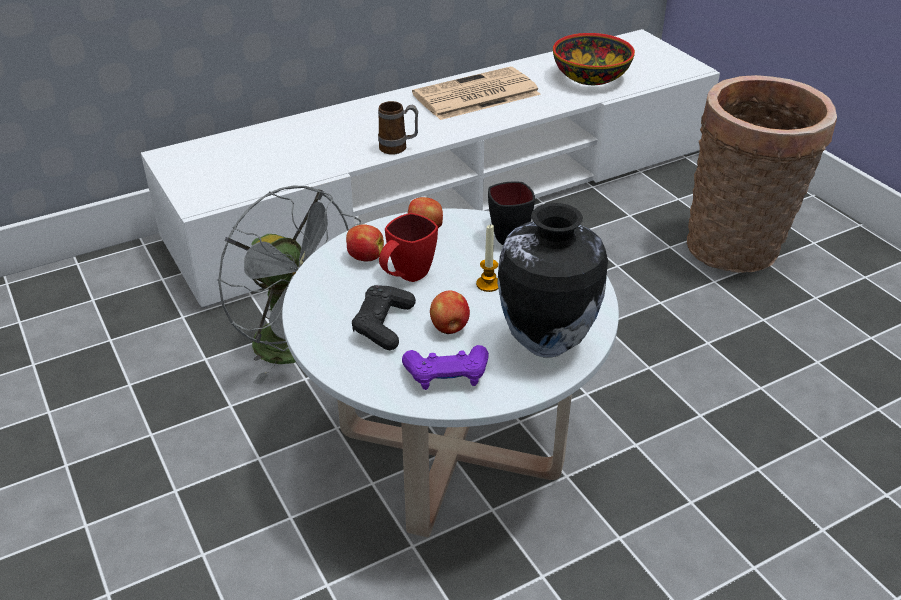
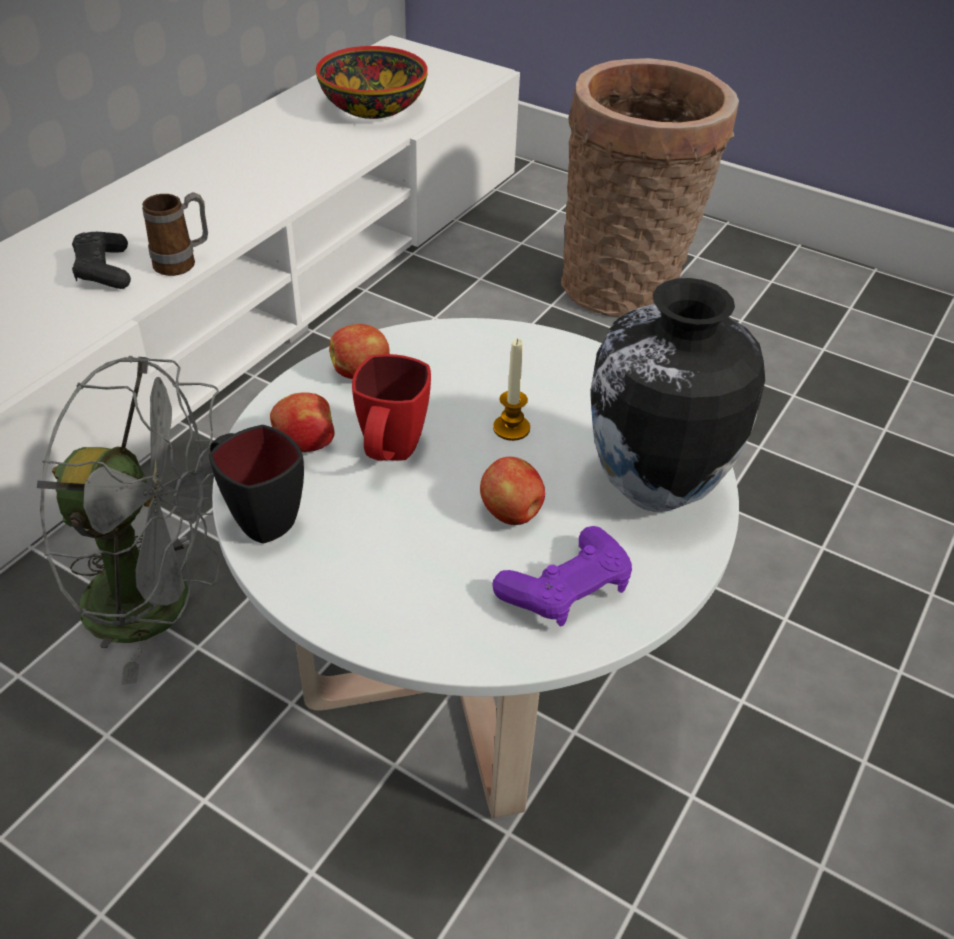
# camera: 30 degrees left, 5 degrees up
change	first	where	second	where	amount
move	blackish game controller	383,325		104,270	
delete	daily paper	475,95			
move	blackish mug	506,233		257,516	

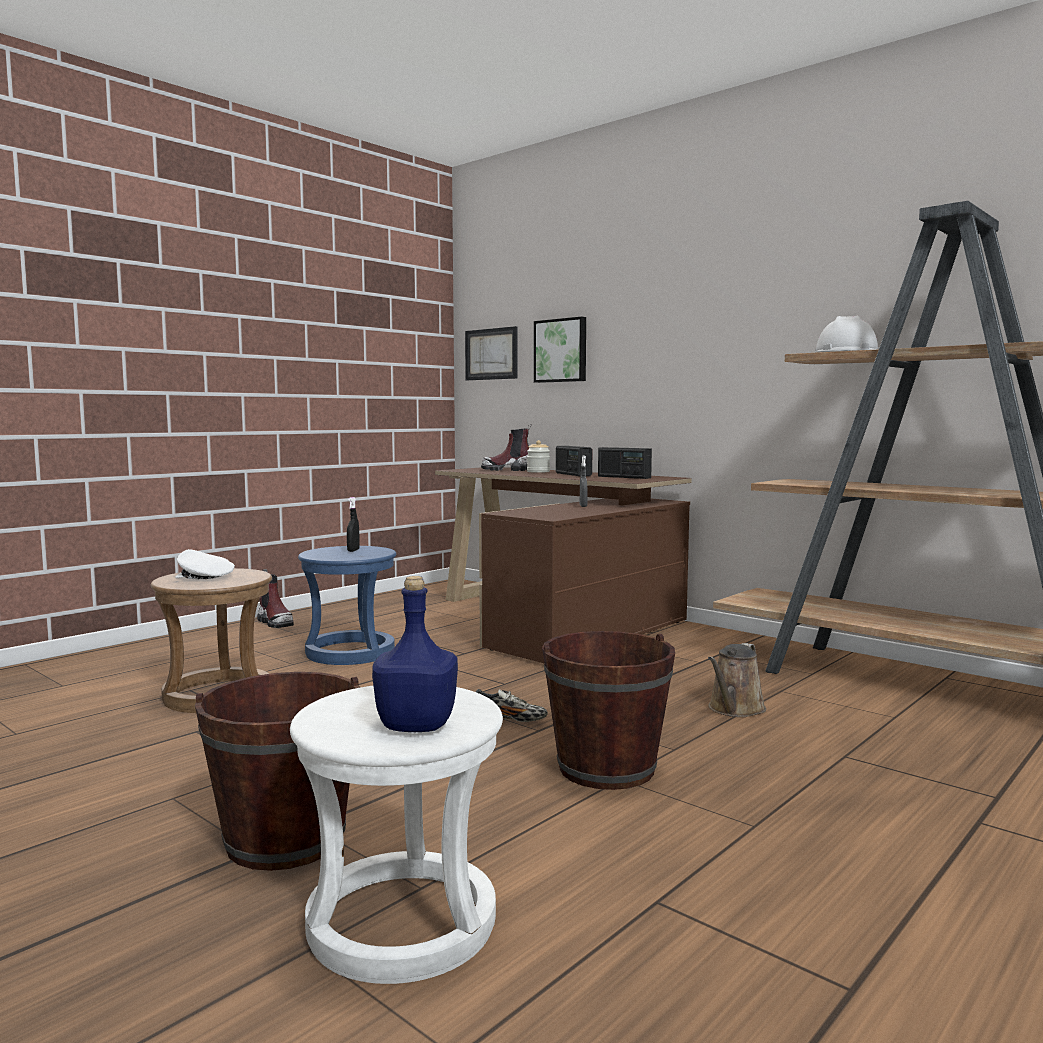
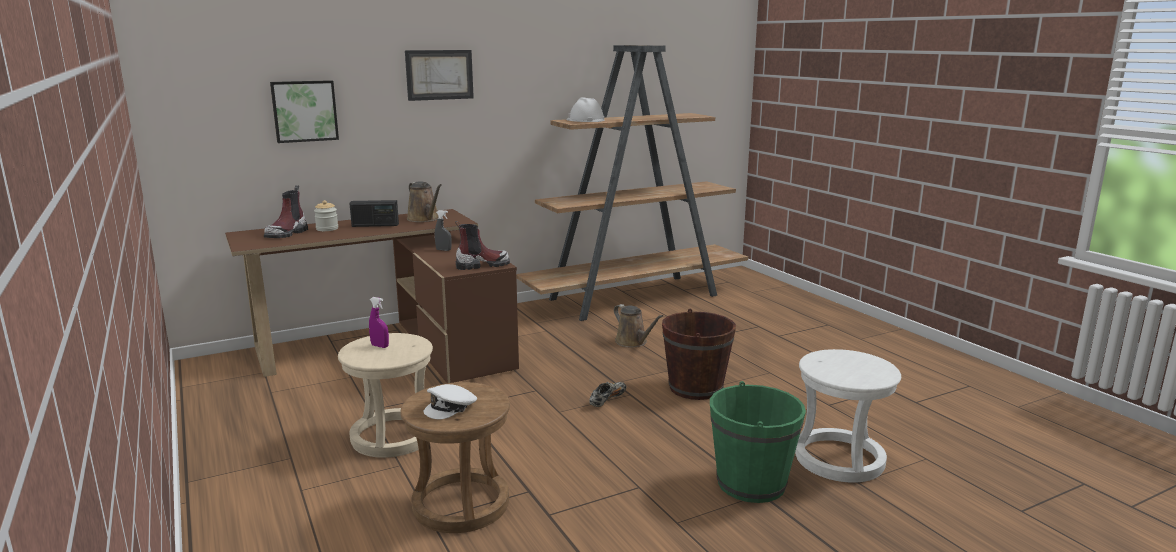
# camera: 70 degrees left, 10 degrees up
change	first	where	second	where	amount
recolor	brownish bucket	285,840	greenish bucket	751,483	
move	boot	276,623		482,265	
recolor	blue-coloured sitting stool	349,652	sand-coloured sitting stool	392,437	
recolor	blackish spray bottle	353,550	purple-coloured spray bottle	380,346	
delete	blue-coloured bottle	415,725			
move	wall picture	491,354		439,75	
replace	radio	624,477	brownish sprinkling can	424,219	

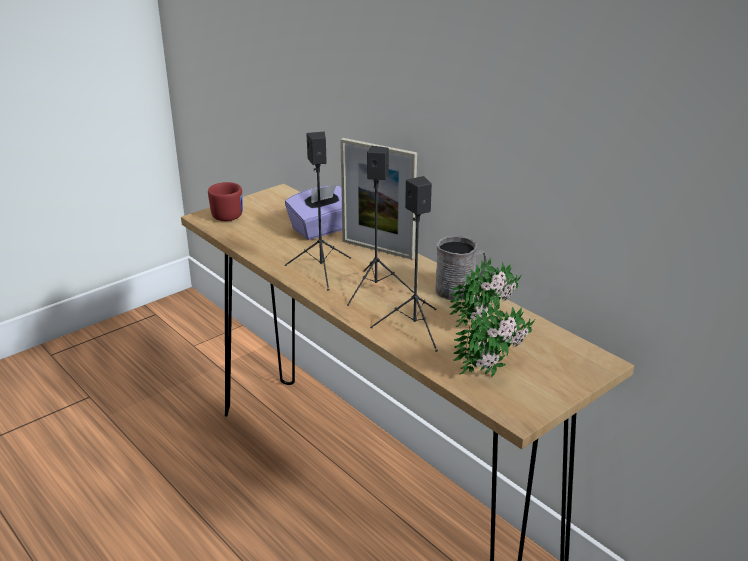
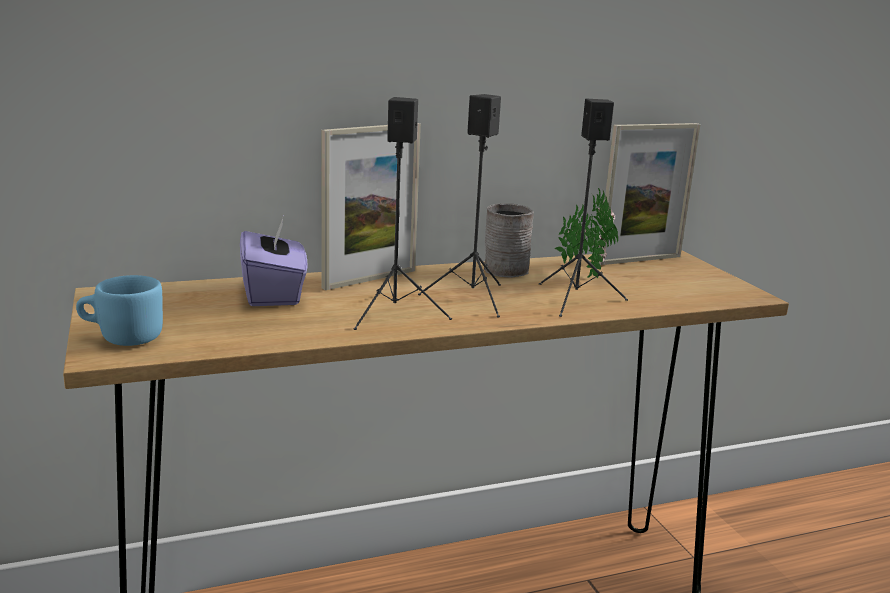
# camera: 70 degrees left, 10 degrees down
change	first	where	second	where	amount
recolor	red mug	226,214	blue-coloured mug	122,338	
delete	potted plant	496,370			
insert			photo frame	639,260	

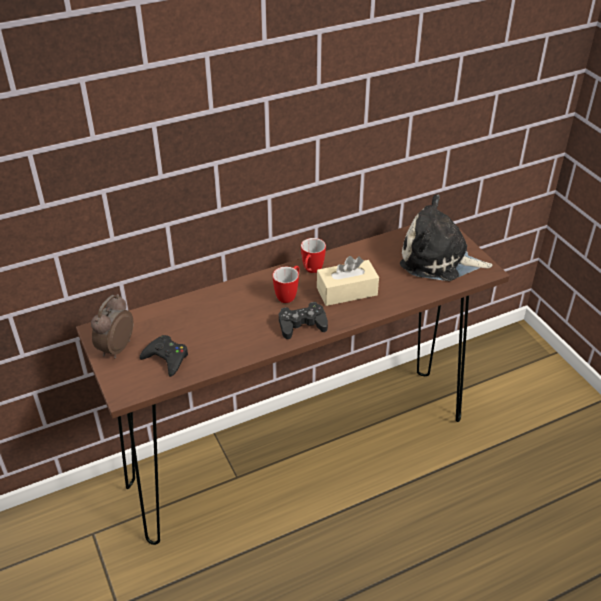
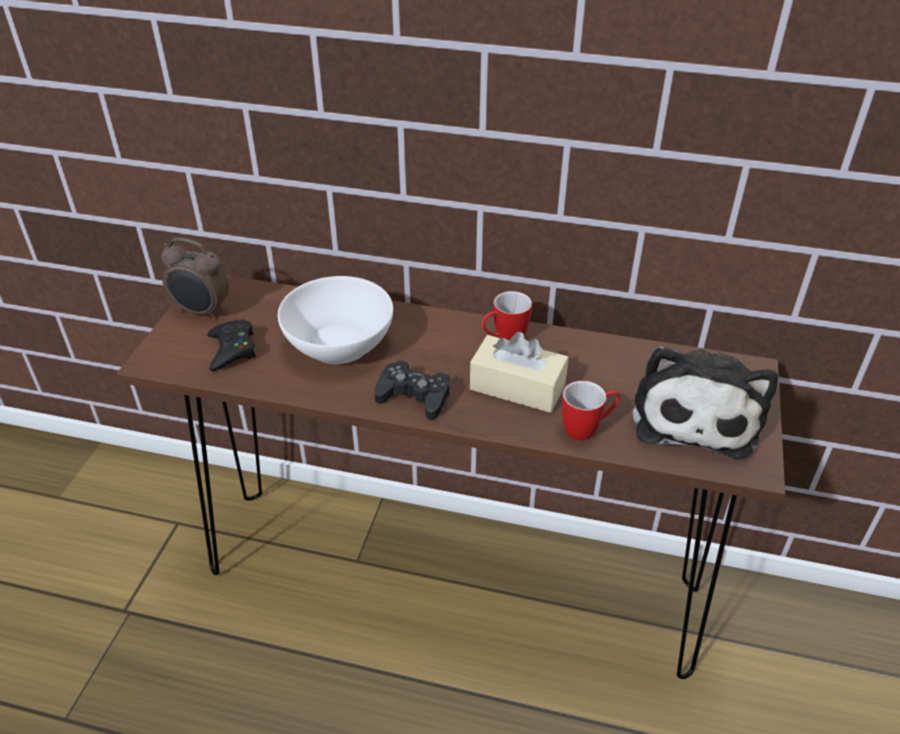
# camera: 40 degrees right, 0 degrees up
change	first	where	second	where	amount
rotate	bedside clock	115,348		202,312	135 degrees counterclockwise
move	mug	289,294		587,429	
rotate	plush toy	439,260		695,414	135 degrees counterclockwise
insert			whitish deep dish	339,344	

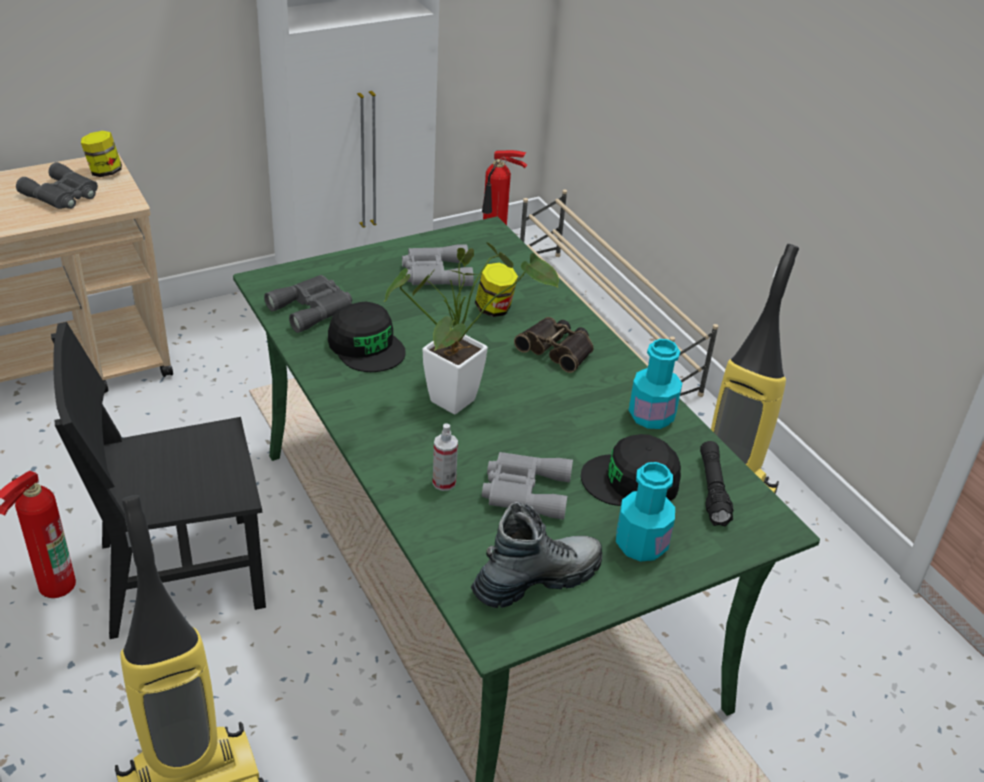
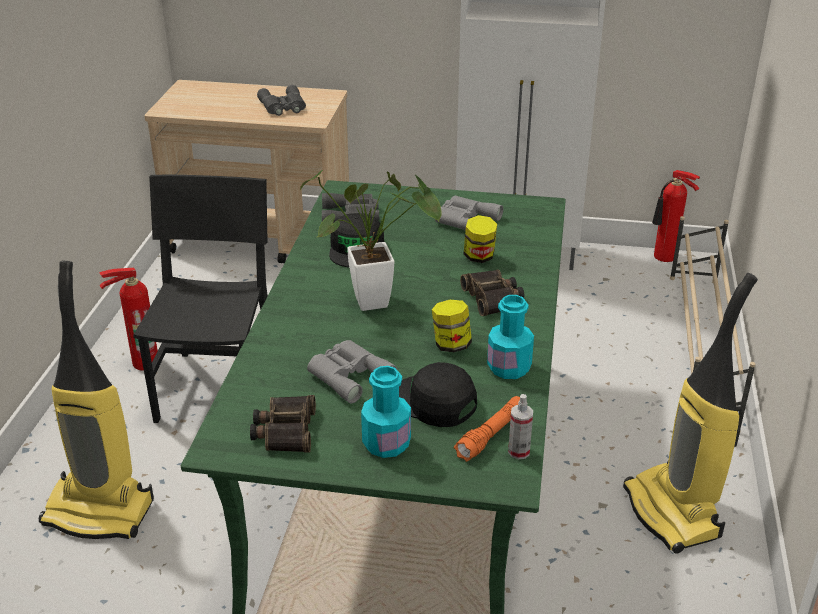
# camera: 40 degrees right, 5 degrees down
change	first	where	second	where	amount
rotate	blackish upright chair	181,574		217,388	75 degrees clockwise
move	storage jar	104,172		451,345	
move	spray bottle	444,482		519,451	
replace	boot	537,579	pair of binoculars	284,430	
recolor	blackish hand torch	713,490	orange hand torch	491,435	

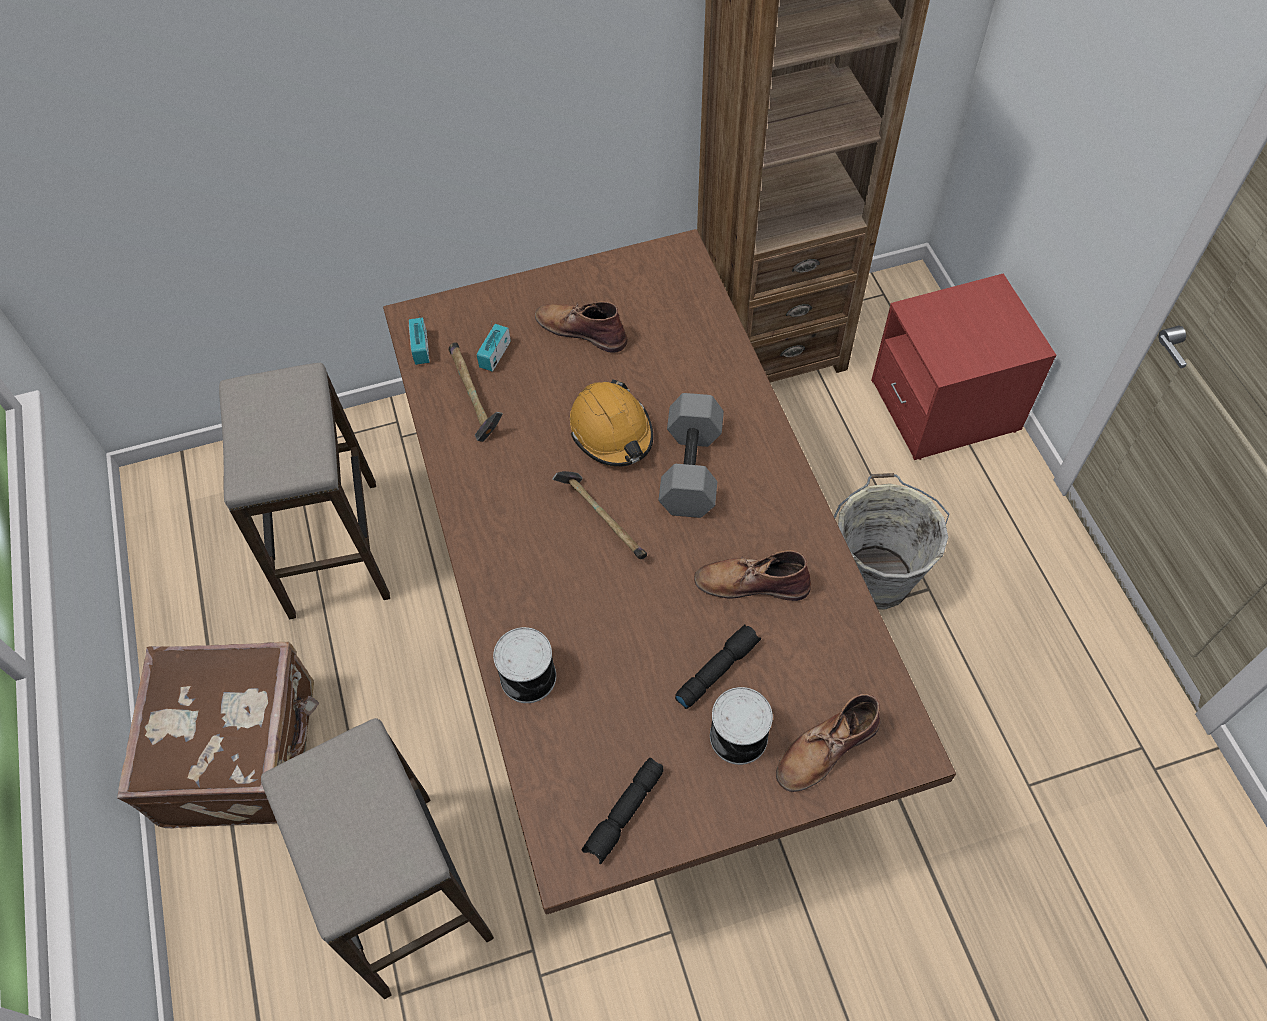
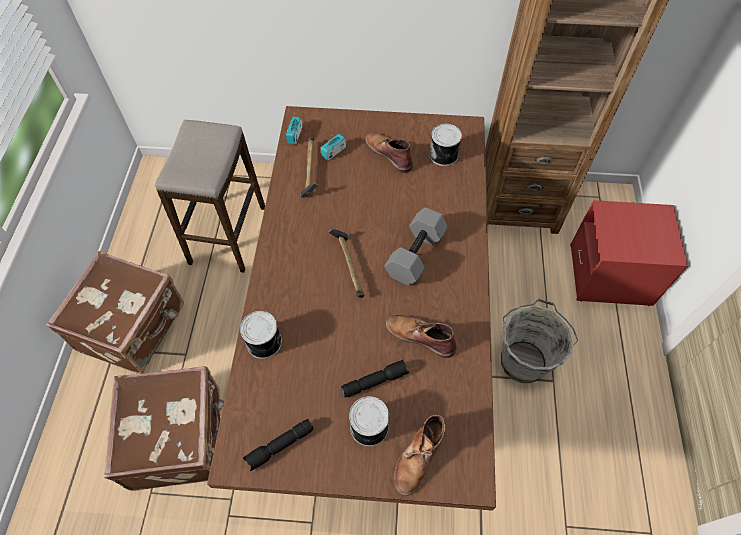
# camera: 20 degrees right, 0 degrees up
change	first	where	second	where	amount
replace	sitting stool	406,893	brownish piece of luggage	179,437	
delete	orange hard hat	612,432			
rotate	brownish boot	825,749		419,457	45 degrees counterclockwise
insert			sealed can	444,155	

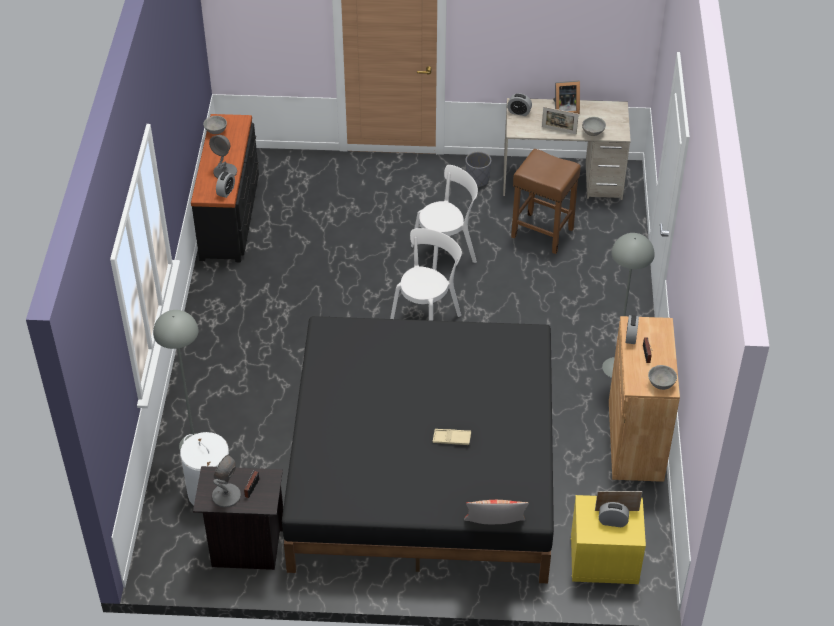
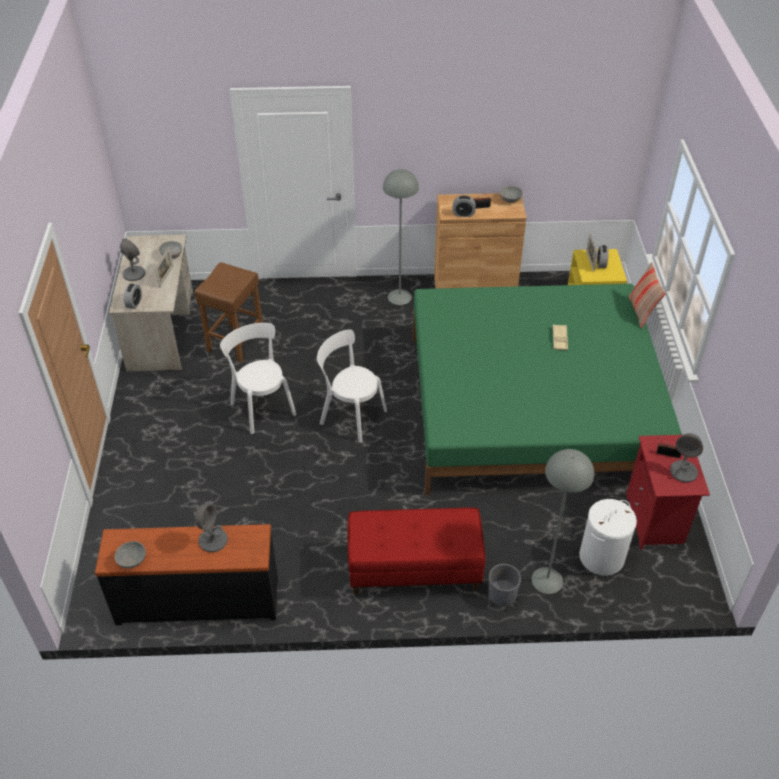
# camera: 95 degrees left, 0 degrees up
change	first	where	second	where	amount
recolor	blackish bedside table	245,548	red bedside table	656,520	
delete	bedside clock	226,191			
recolor	blackish bedroom bed	422,467	greenish bedroom bed	532,407	
move	greyish flower pot	477,180		502,595	
replace	photo frame	564,109	greyish table lamp	133,274	
insert			red long seat	414,570	

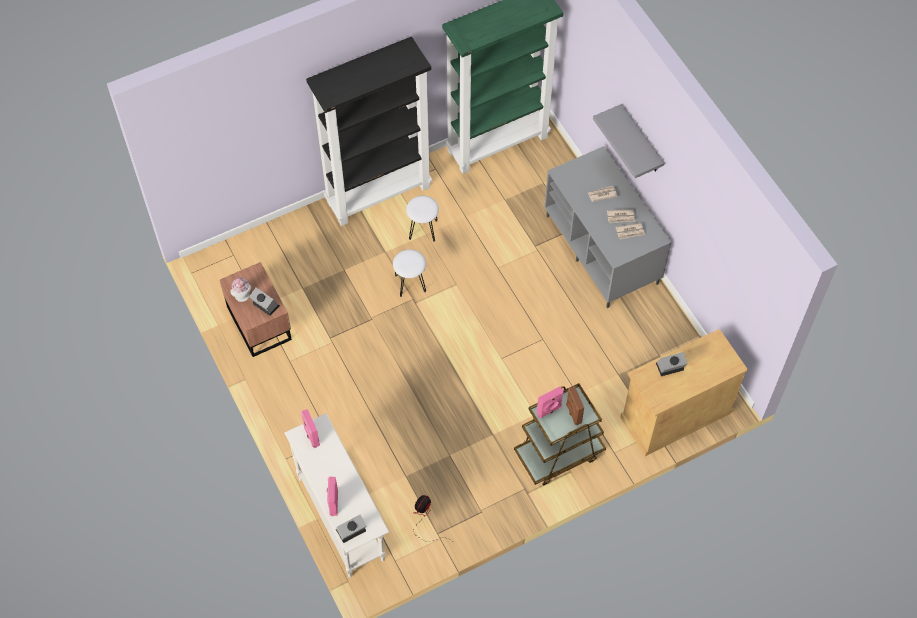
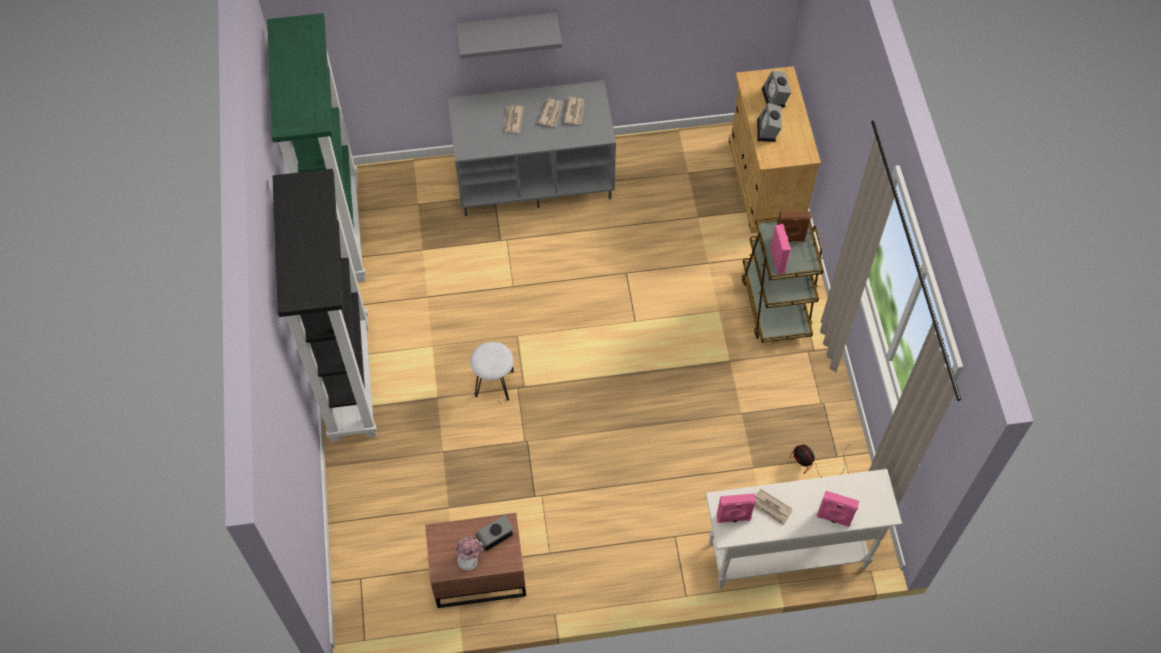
# camera: 70 degrees left, 0 degrees up
change	first	where	second	where	amount
move	bedside clock	350,532		775,98	
delete	whitish sitting stool	423,229			
insert			daily paper	771,508	

